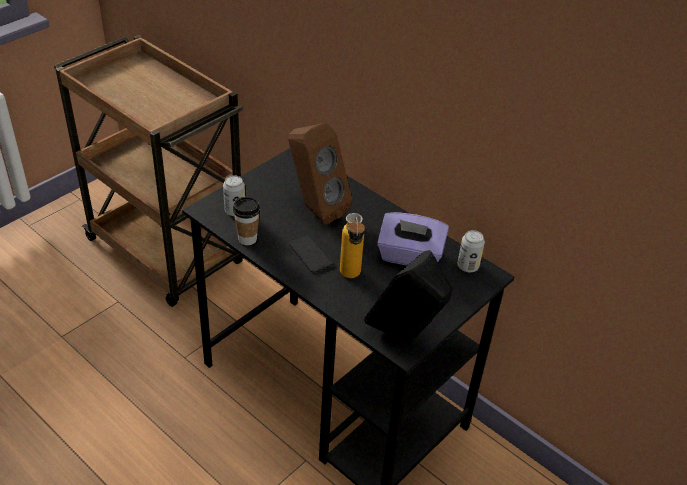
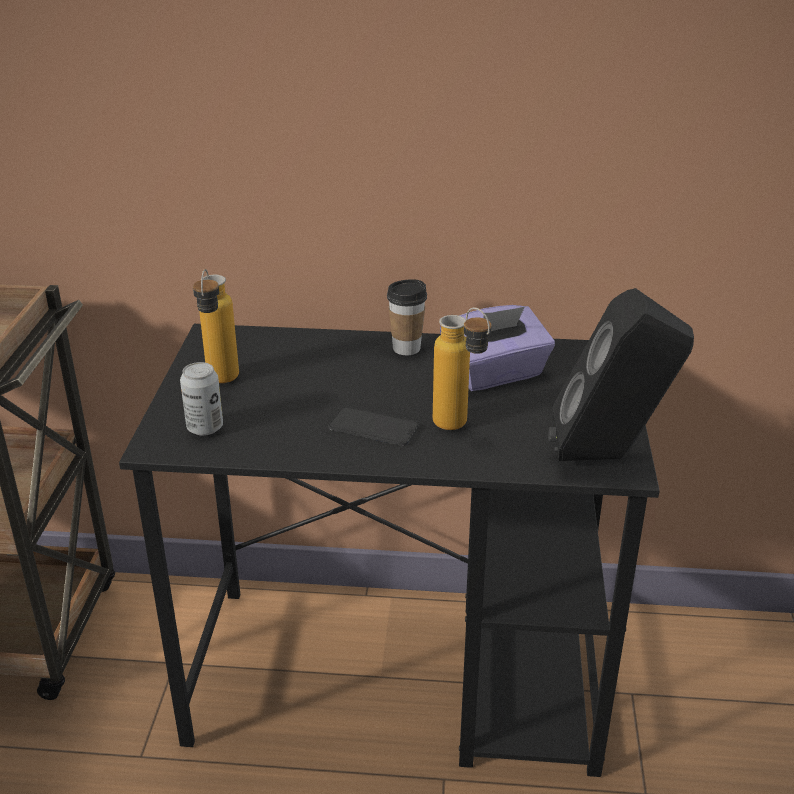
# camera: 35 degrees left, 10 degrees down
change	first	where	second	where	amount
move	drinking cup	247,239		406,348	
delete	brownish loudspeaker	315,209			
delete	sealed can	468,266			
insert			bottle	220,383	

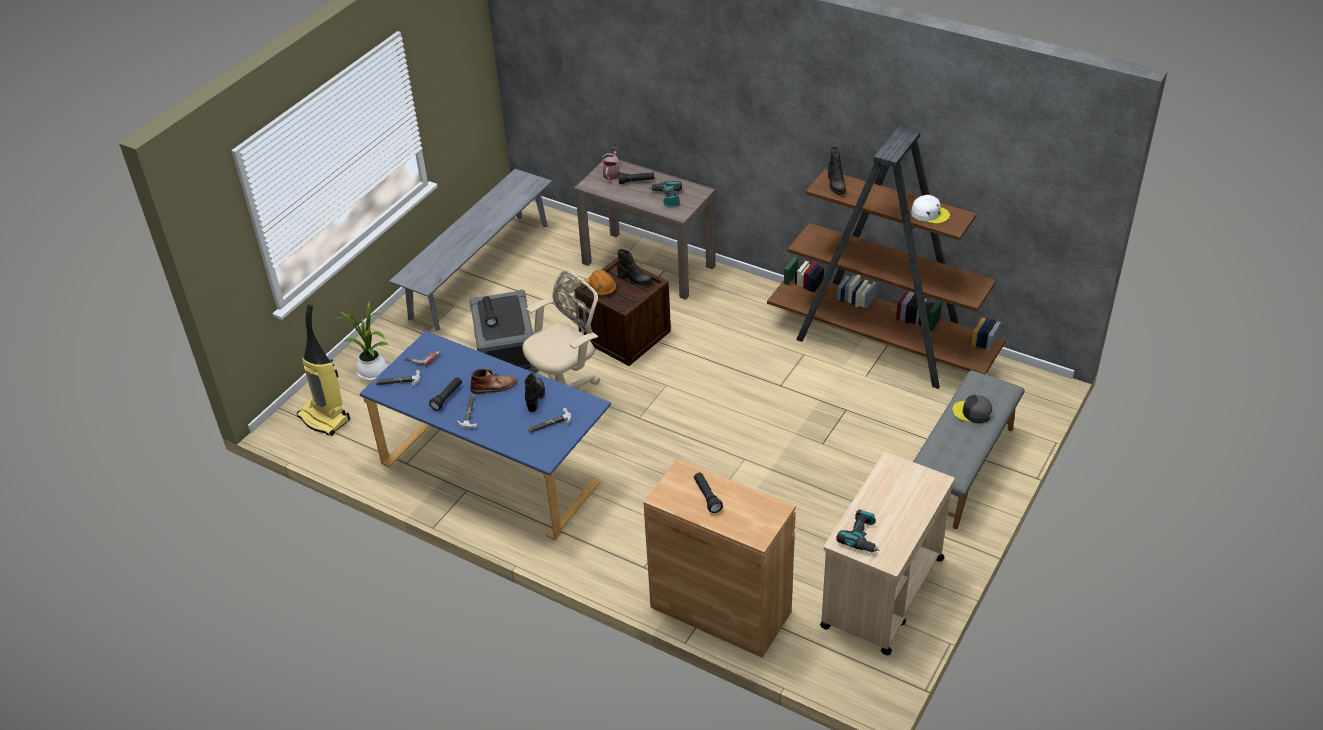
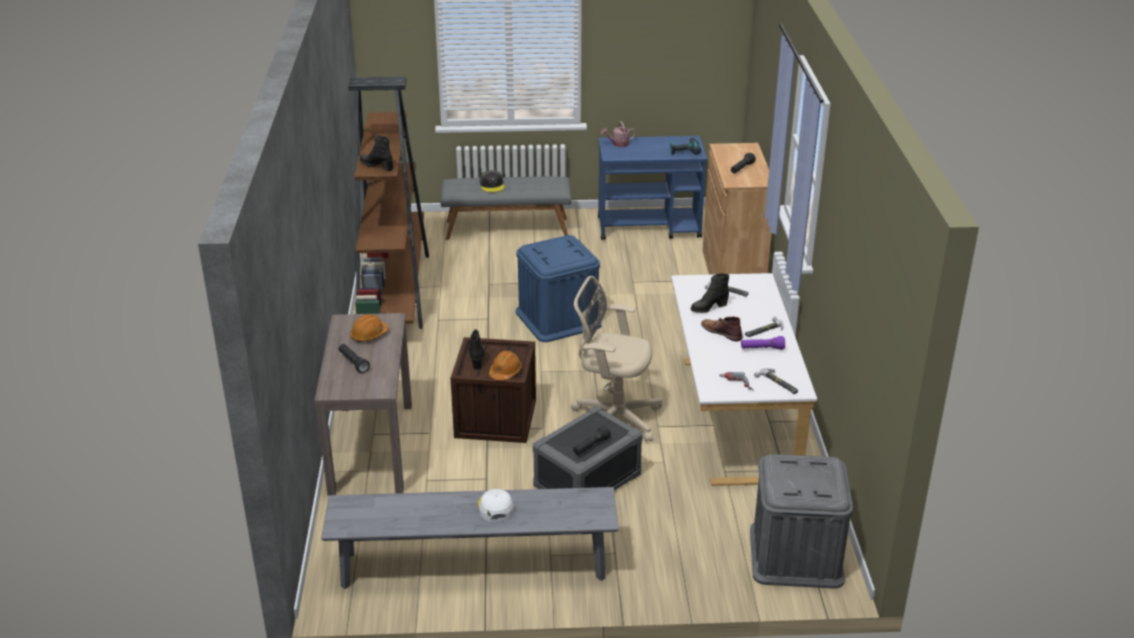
# camera: 125 degrees left, 10 degrees down
change	first	where	second	where	amount
replace	vacuum cleaner	325,418	greyish storage bin	795,555	
delete	potted plant	374,373			
recolor	blue-coloured desk unit	495,470	whitish desk unit	732,417	
recolor	blackish hand torch	447,397	purple-coloured hand torch	762,349	
move	sprinkling can	612,173		618,144	
replace	drill	667,197	orange hard hat	369,335	
recolor	sand-coloured wheeled cart	882,593	blue-coloured wheeled cart	649,227	
rotate	blackish boot	835,185		377,166	105 degrees counterclockwise
move	whitish peaked cap	929,213		495,507	
insert			blue-coloured storage bin	558,318	

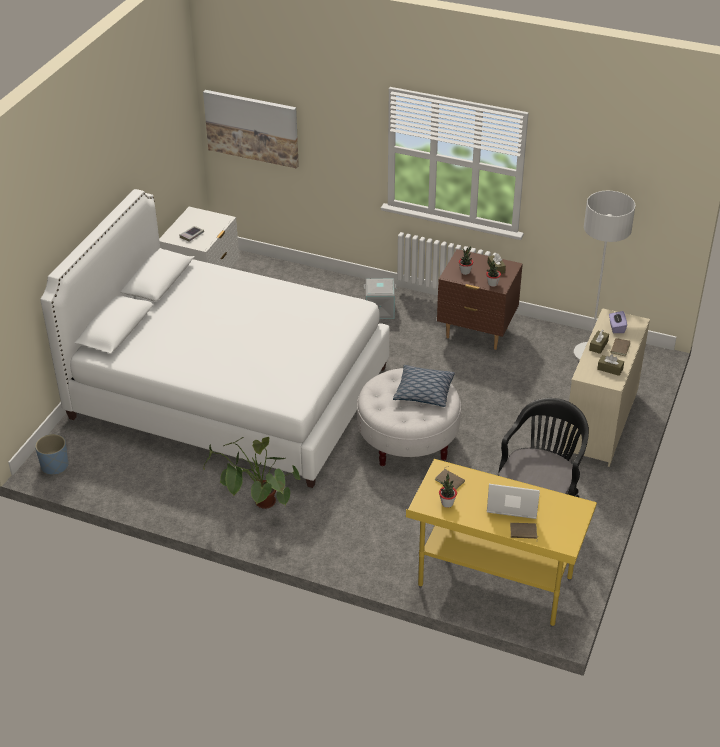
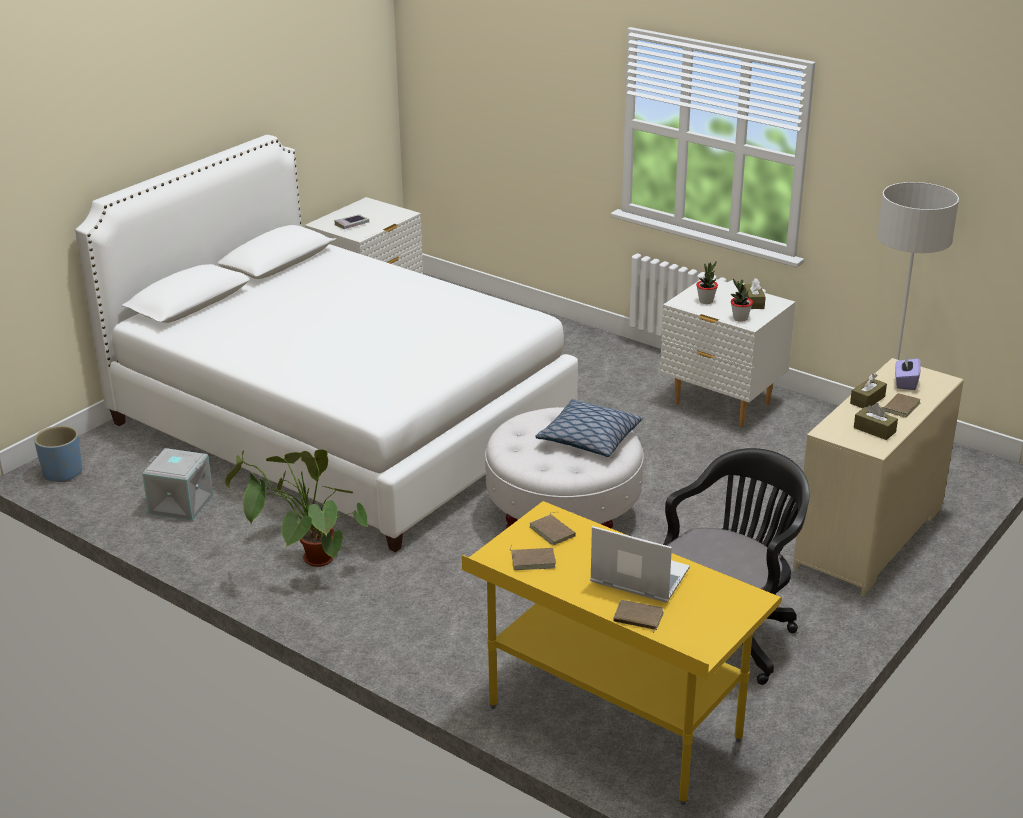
# camera: 15 degrees right, 10 degrees down
change	first	where	second	where	amount
delete	wall picture	252,128			
move	greyish storage bin	379,310		180,505	
recolor	brownish bedside table	476,333	whitish bedside table	721,404	
replace	potted plant	447,503	brownish book	533,560	

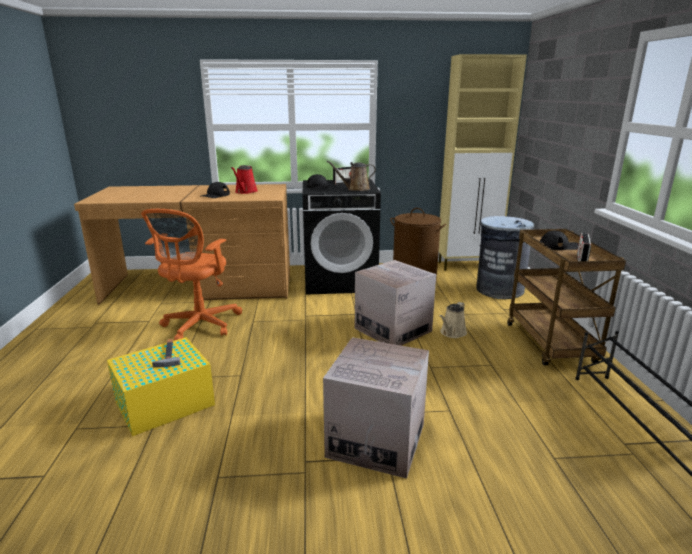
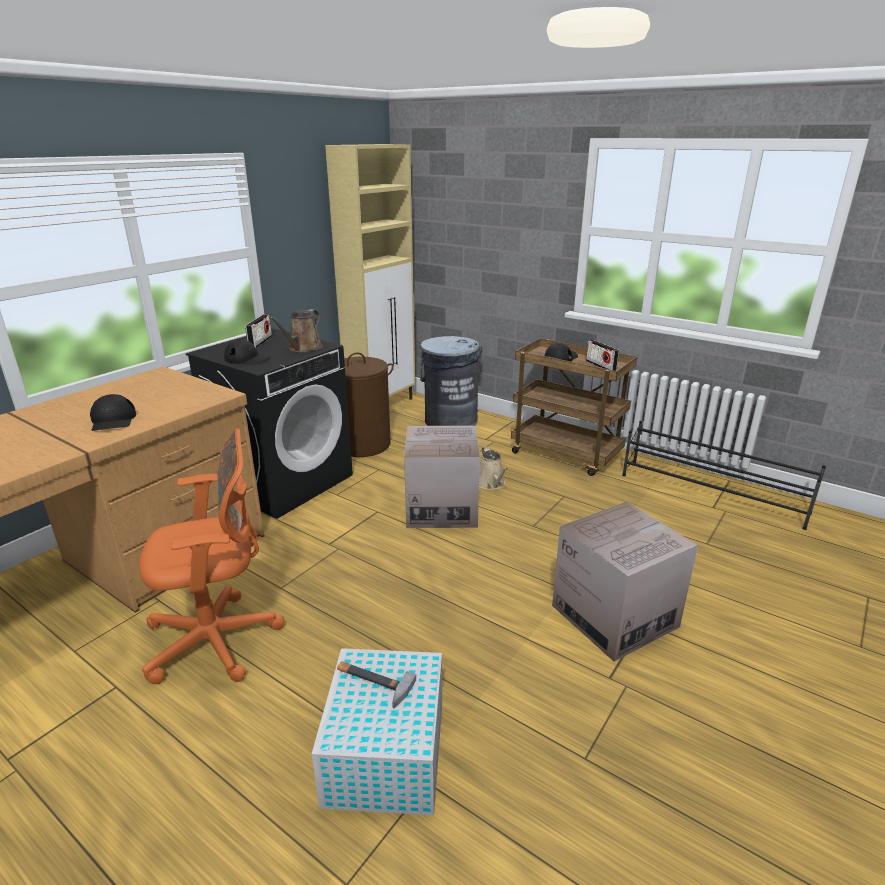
# camera: 50 degrees left, 5 degrees up
change	first	where	second	where	amount
recolor	yellow-coloured storage bin	163,403	whitish storage bin	385,754	
rotate	orange office chair	199,326		219,639	75 degrees counterclockwise
delete	red sprinkling can	245,192			

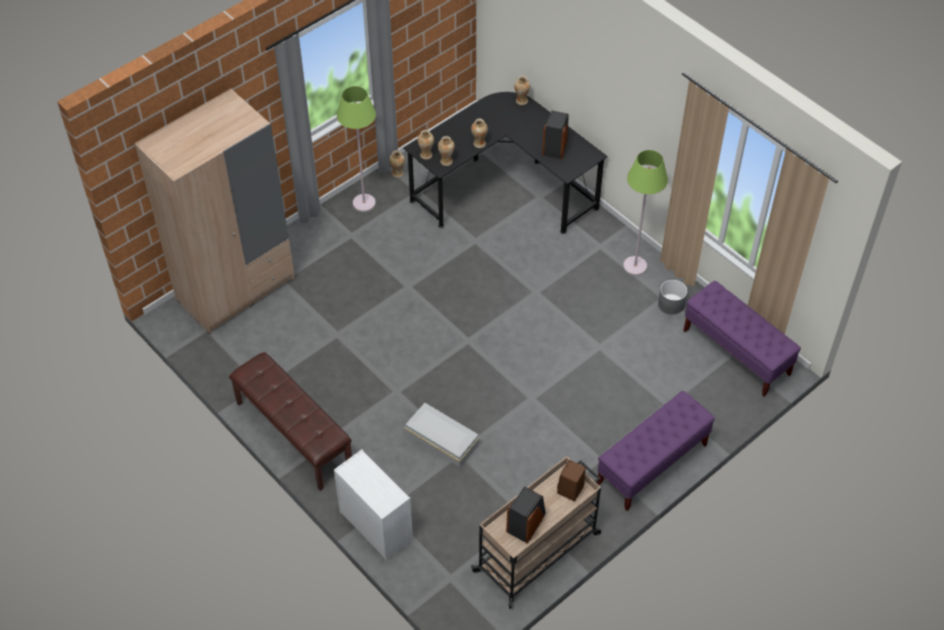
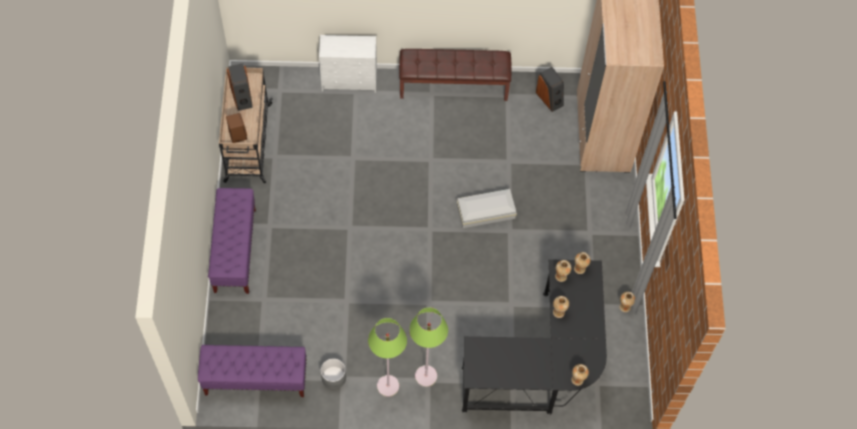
# camera: 130 degrees right, 10 degrees up
change	first	where	second	where	amount
move	greenish standard lamp	364,203		426,376	
move	whitish storage bin	441,438		487,212	
move	loudspeaker	555,146		550,98	

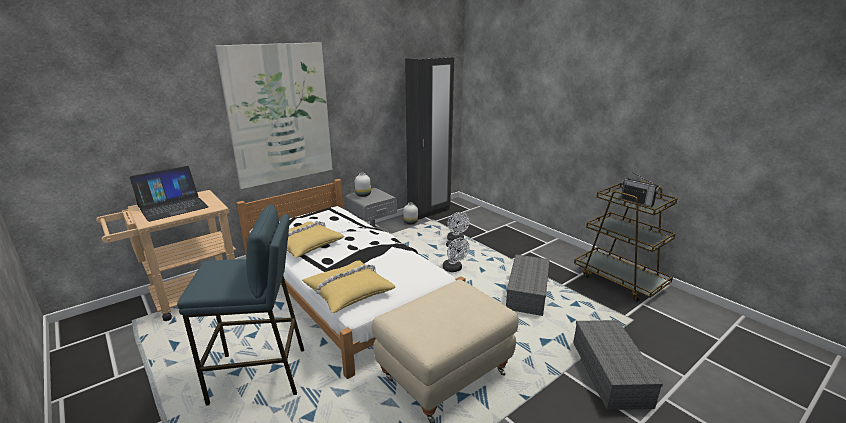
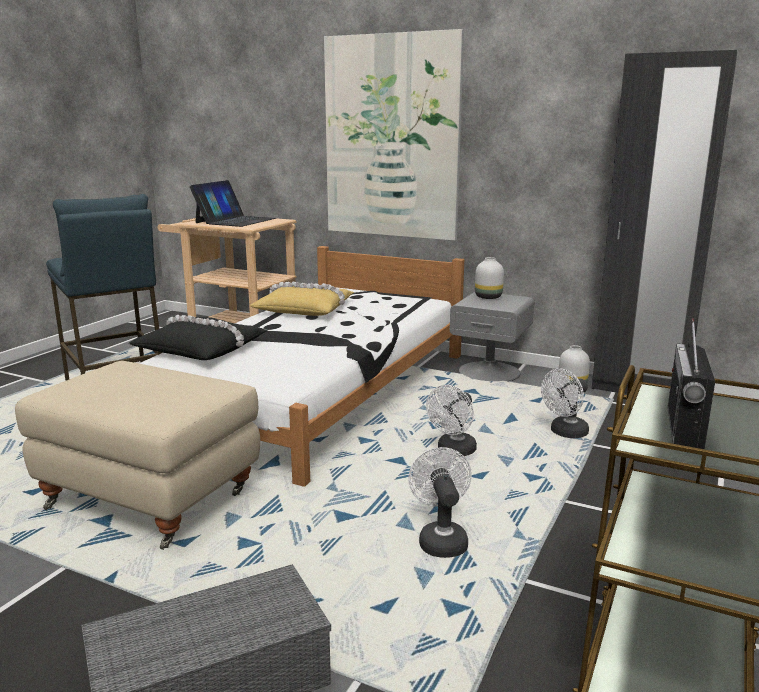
# camera: 65 degrees right, 5 degrees down
change	first	where	second	where	amount
rotate	portable computer	173,206		235,220	90 degrees counterclockwise
recolor	yellow-coloured throw pillow	348,291	blackish throw pillow	202,349	
replace	greyish storage bin	528,294	whitish cooling fan	441,539	

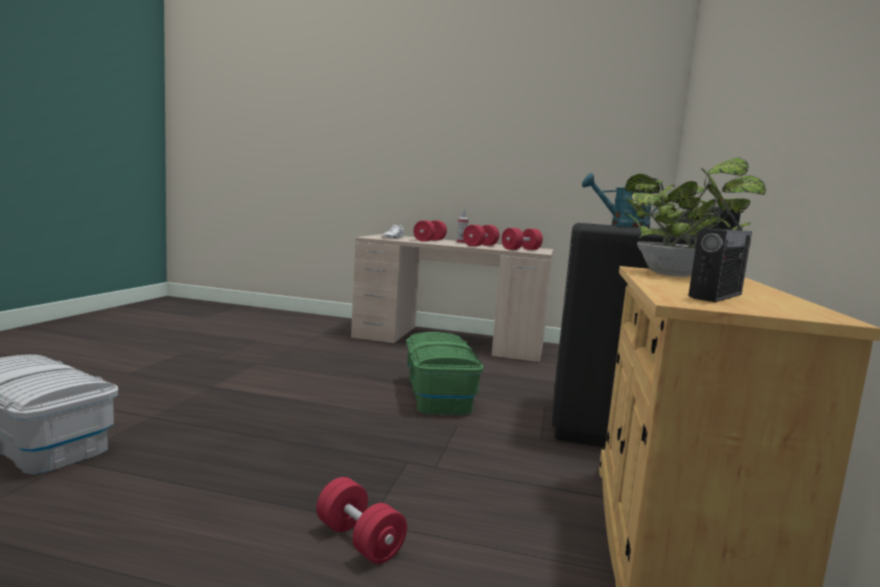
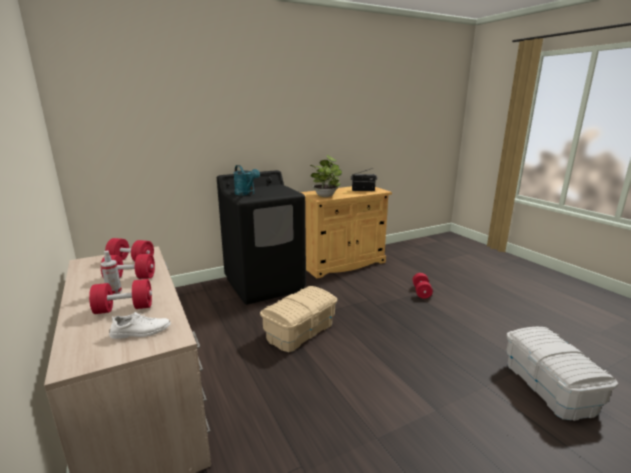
# camera: 130 degrees left, 10 degrees up
change	first	where	second	where	amount
recolor	greenish storage bin	439,395	sand-coloured storage bin	300,331	

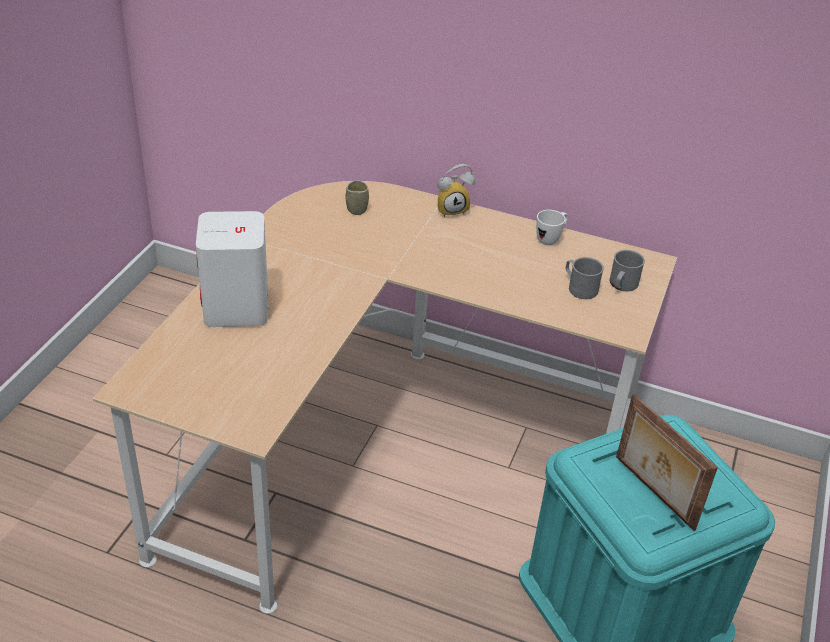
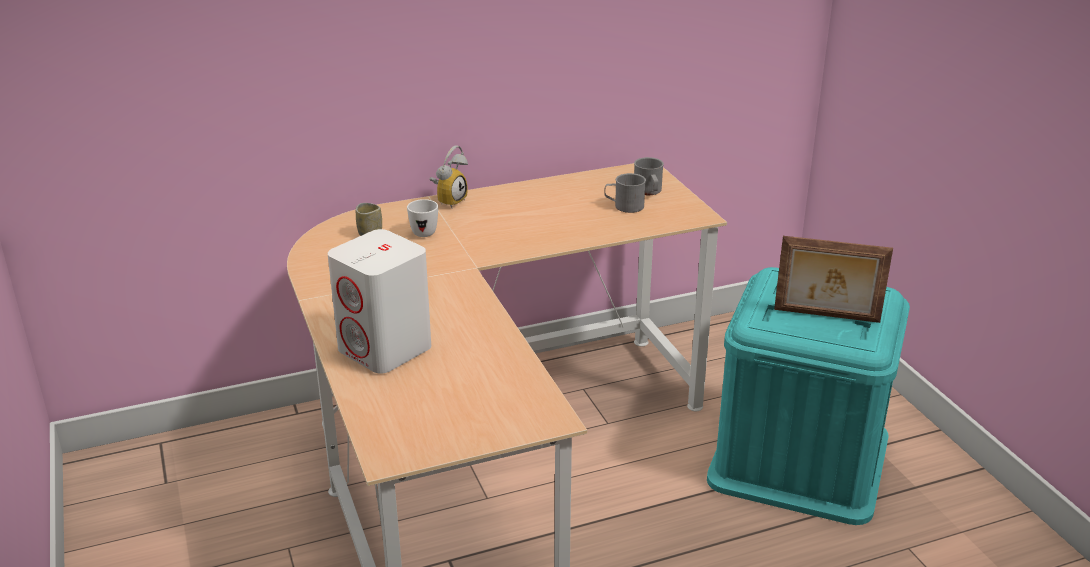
# camera: 40 degrees left, 10 degrees down
change	first	where	second	where	amount
move	whitish mug	550,239		425,231	

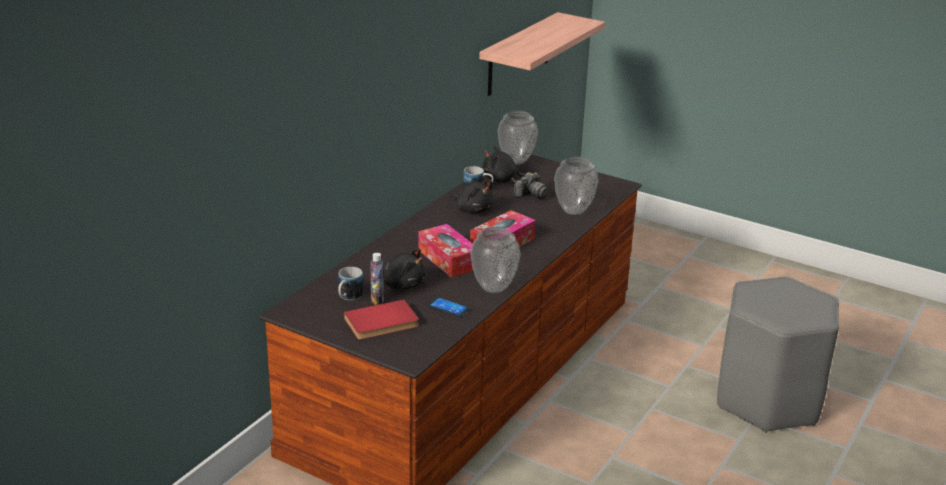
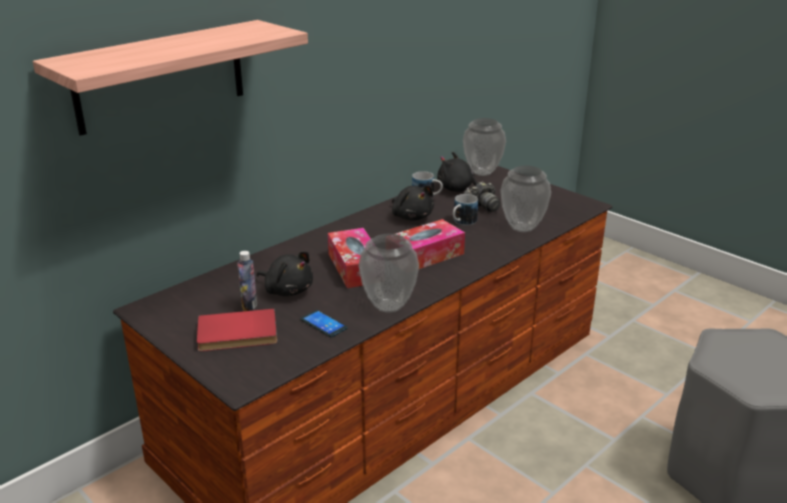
# camera: 15 degrees right, 0 degrees up
change	first	where	second	where	amount
move	mug	348,297		462,222	
move	bracket shelf	519,54		161,76	

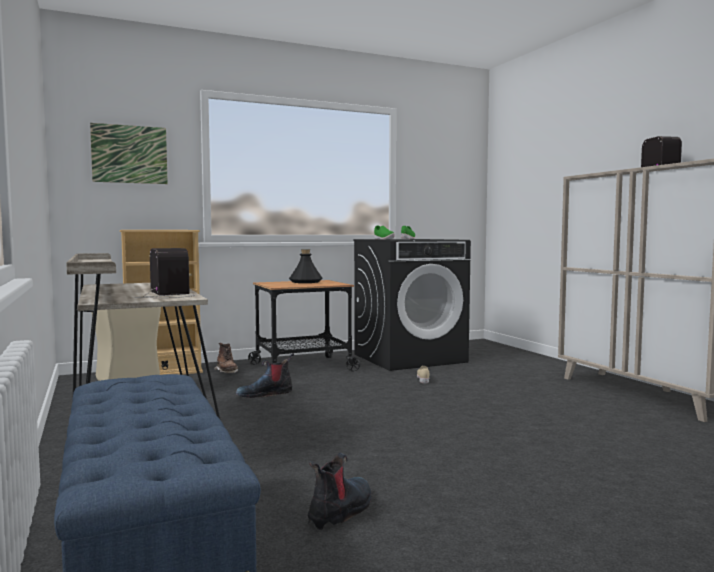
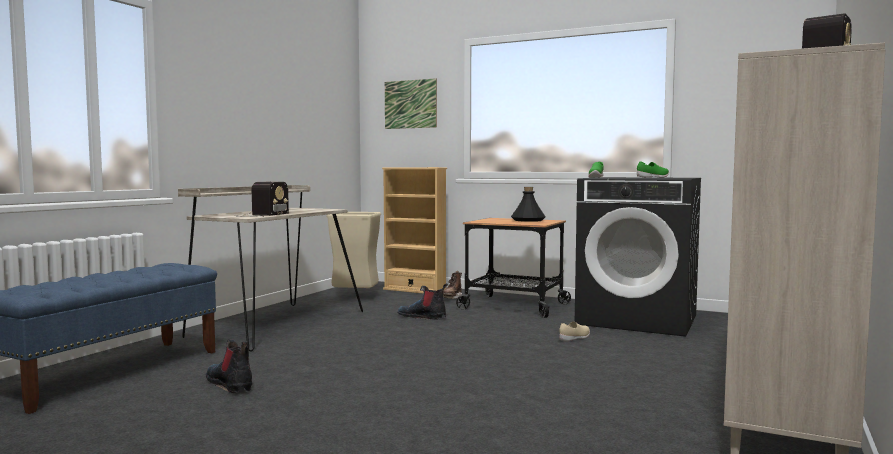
# camera: 50 degrees right, 0 degrees up
change	first	where	second	where	amount
rotate	boot	341,511		231,384	120 degrees counterclockwise

